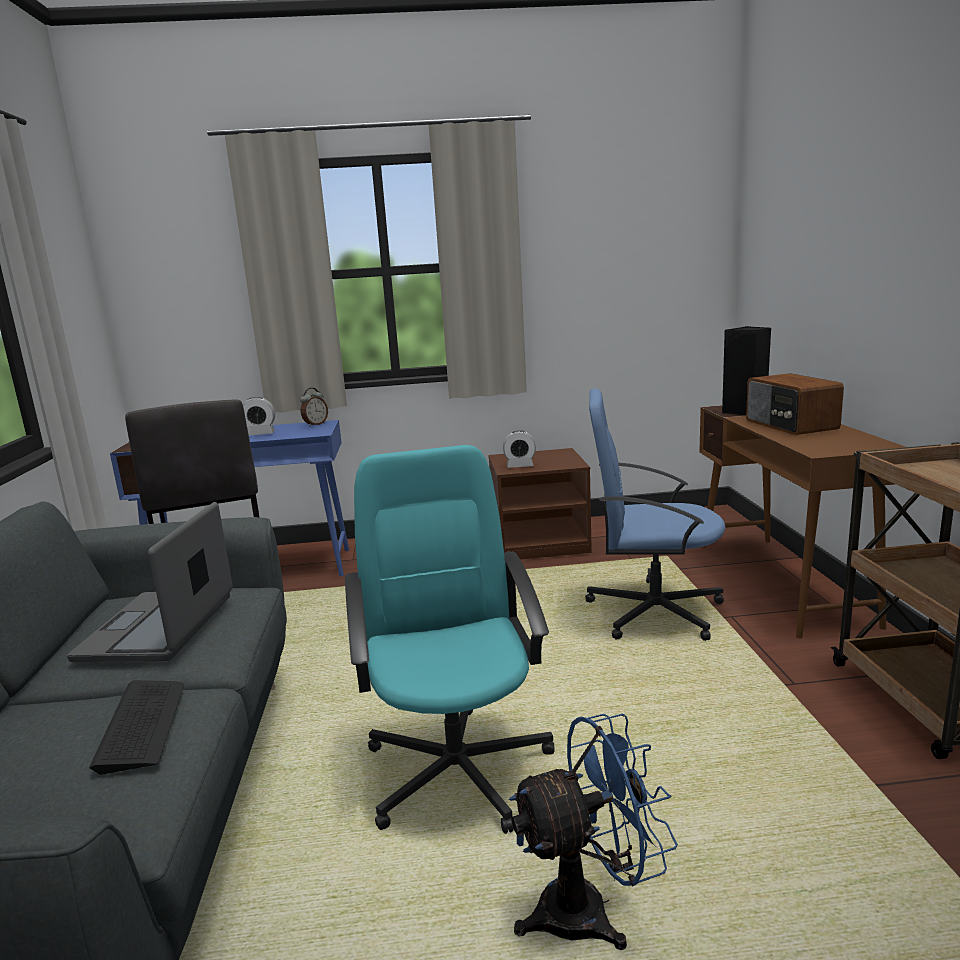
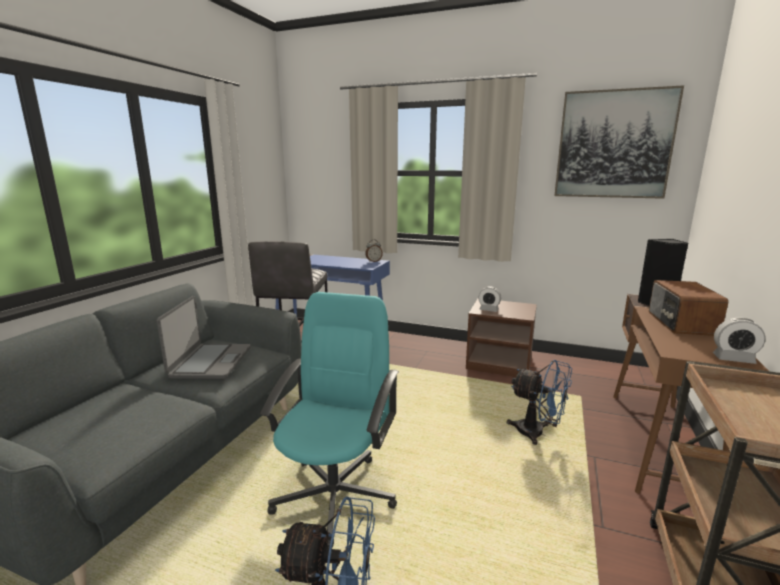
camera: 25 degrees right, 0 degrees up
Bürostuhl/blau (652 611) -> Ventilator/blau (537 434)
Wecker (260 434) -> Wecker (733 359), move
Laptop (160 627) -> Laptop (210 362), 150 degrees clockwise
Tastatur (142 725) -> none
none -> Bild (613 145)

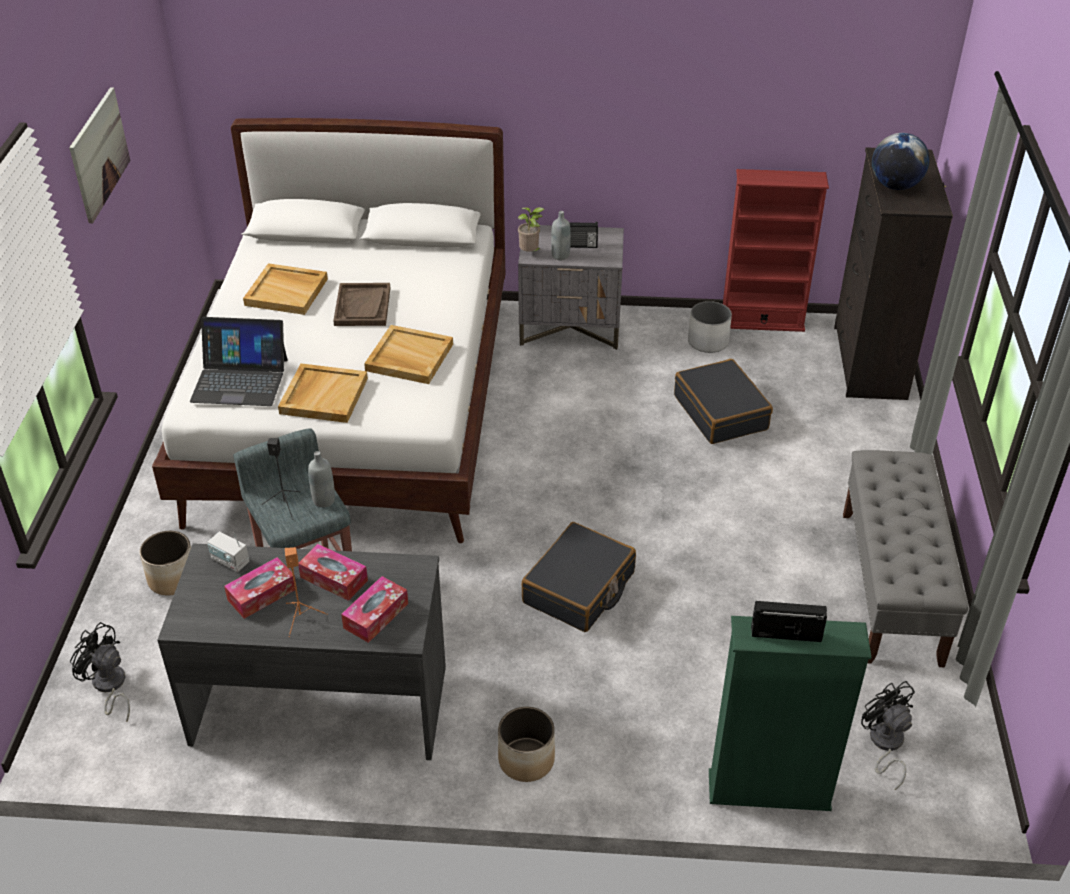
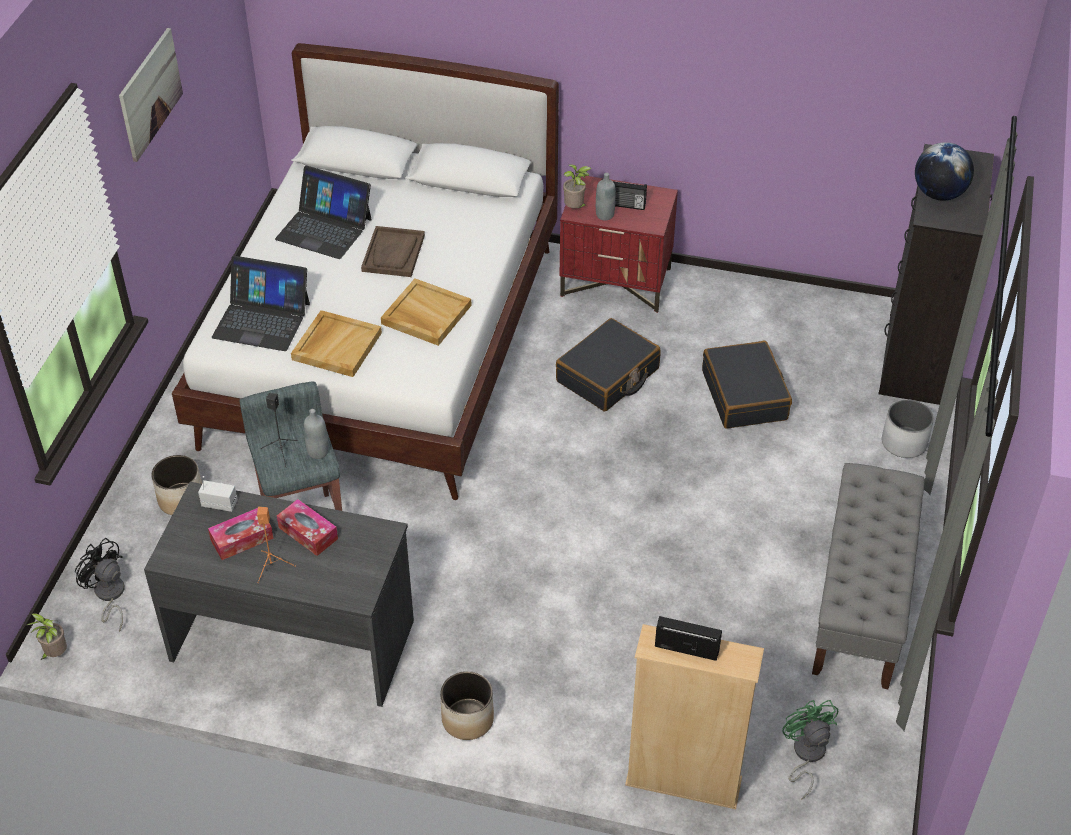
camera: 10 degrees right, 5 degrees up
Bücherregal/rot (762 321) -> none
Nachttisch/grau (571 328) -> Nachttisch/rot (616 282)
Tablett/beige (287 292) -> Laptop (324 228)
Pflanzkübel/weiß (708 342) -> Pflanzkübel/weiß (904 443), move
Koffer/schwarz (579 588) -> Koffer/schwarz (608 376), move
Radio (230 561) -> Radio (219 504), 150 degrees clockwise
Taschentuchbox (376 616) -> none
Bücherregal/grün (769 791) -> Bücherregal/beige (683 782)
Ventilator/schwarz (884 744) -> Ventilator/grün (806 755)
none -> Topfpflanze (55 654)

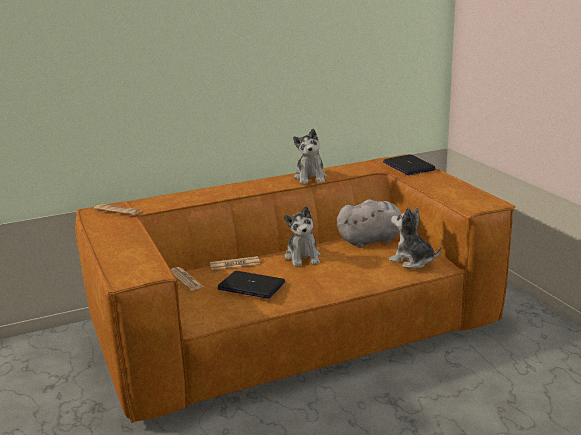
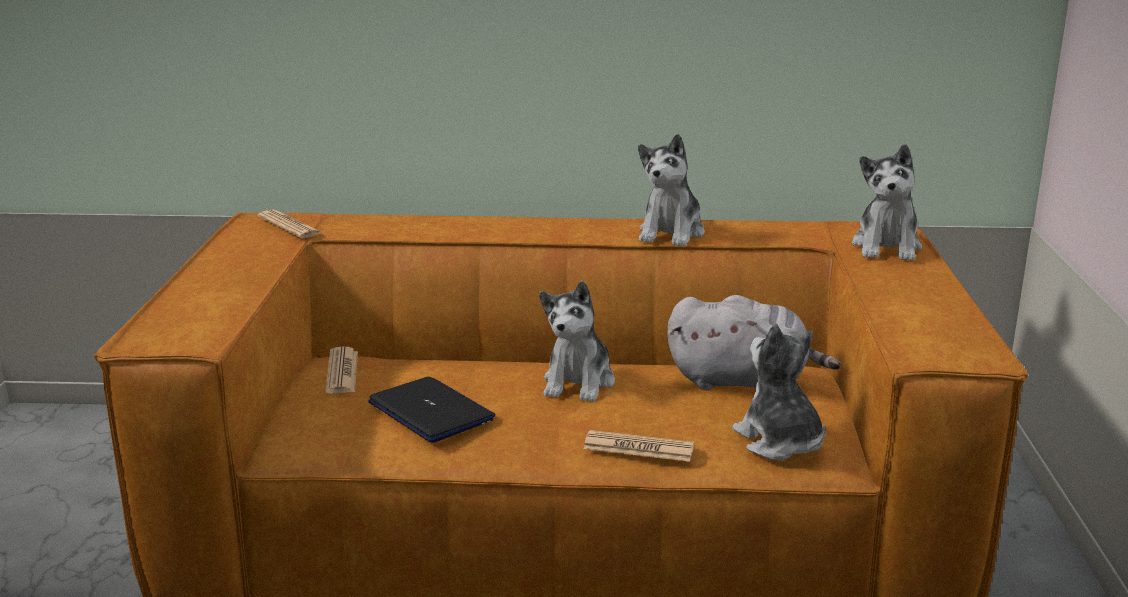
camera: 25 degrees right, 0 degrees up
Laptop (408 166) -> Plüschtier (887 247)
Zeitung (235 264) -> Zeitung (638 447), move

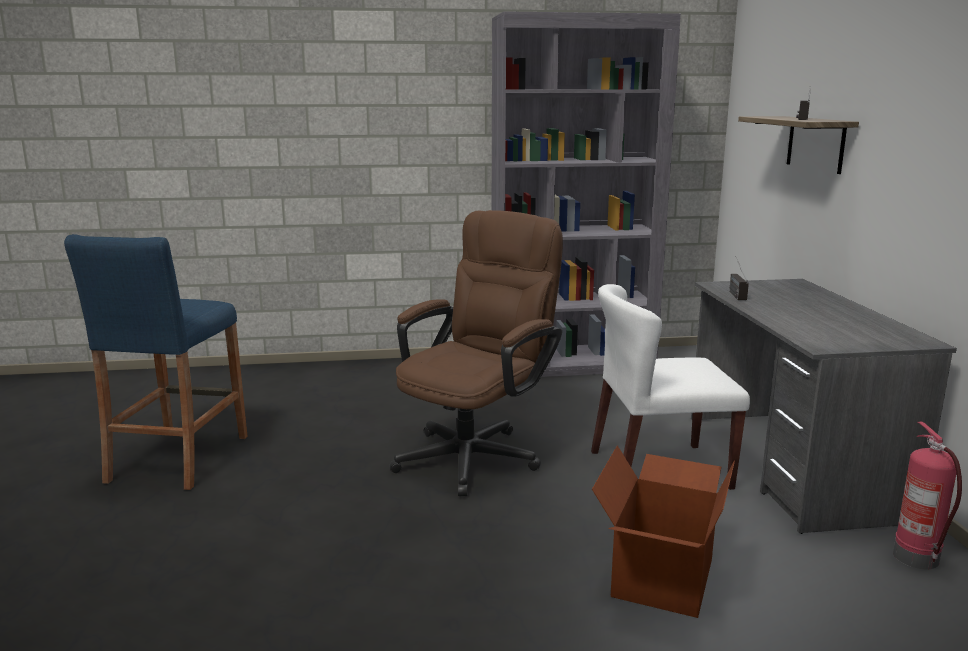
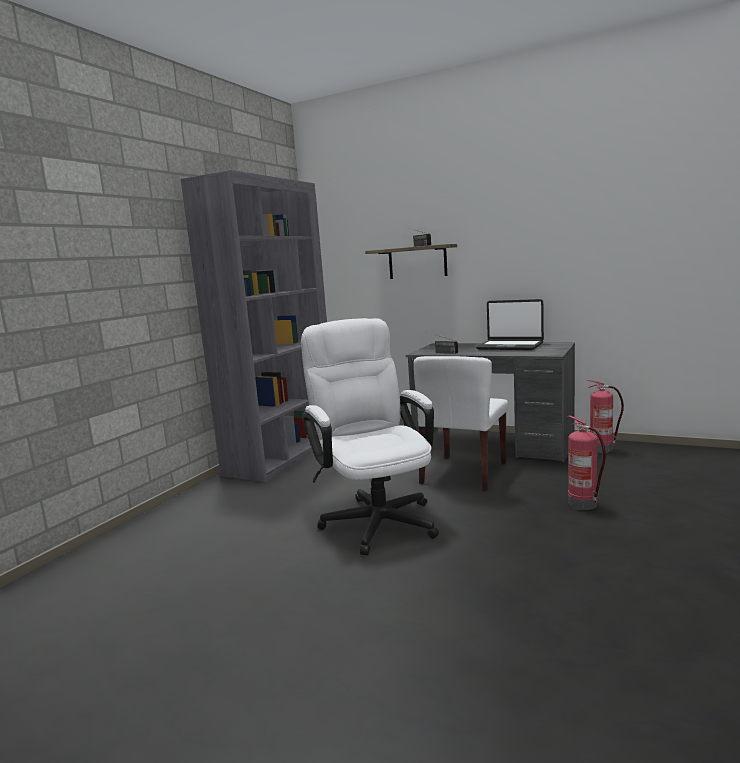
camera: 55 degrees left, 5 degrees down
Bürostuhl/braun (476 453) -> Bürostuhl/weiß (375 518)
Hocker/blau (178 458) -> none
Karton (660 577) -> Feuerlöscher (584 504)
none -> Laptop (510 346)

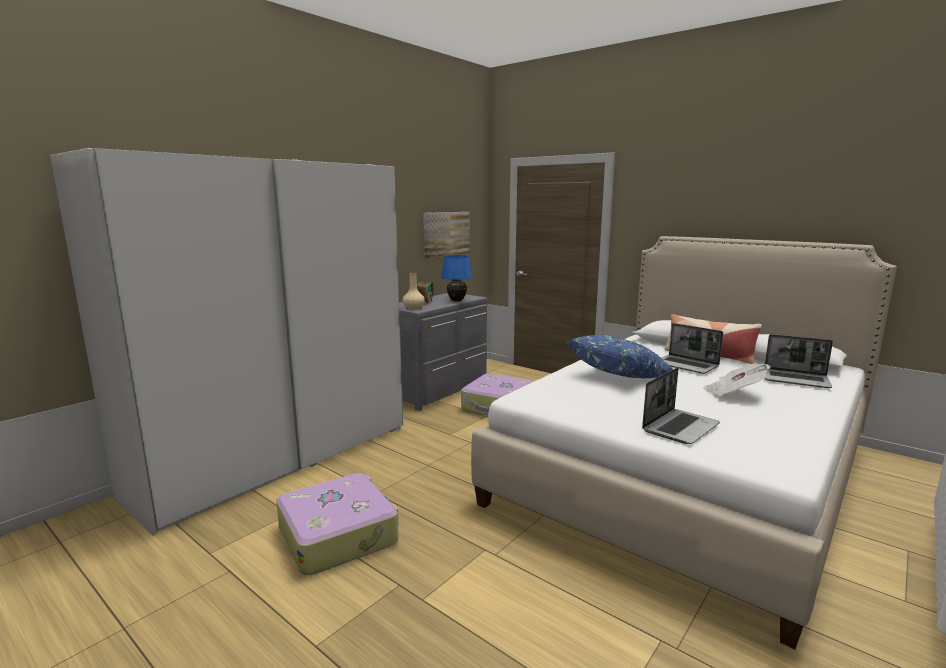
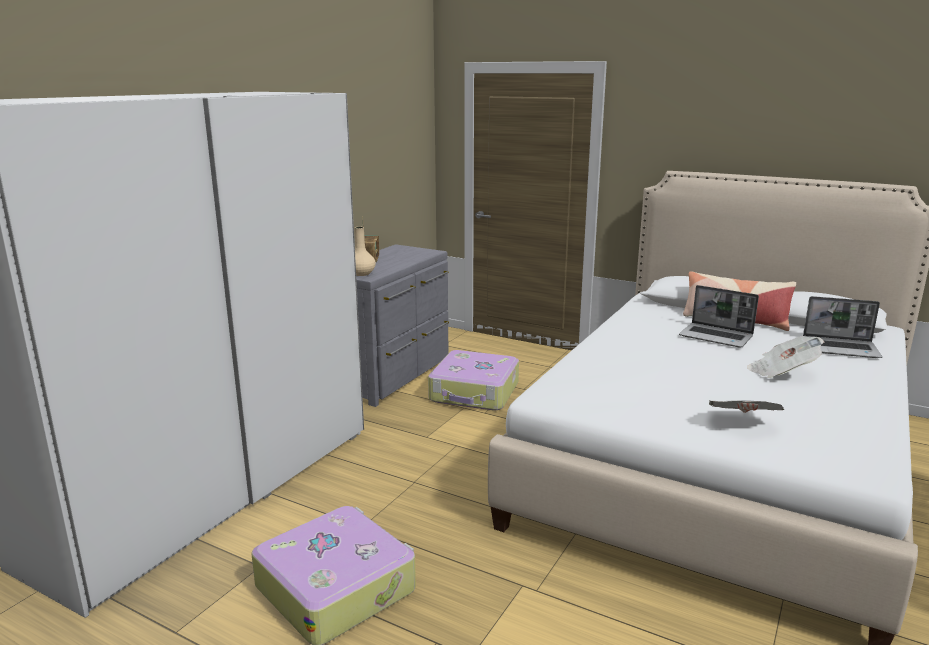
camera: 10 degrees left, 5 degrees up
Bild (446 234) -> none
Tischlampe/blau (456 301) -> none
Kissen/blau (621 376) -> none
Laptop (680 427) -> Zeitung (742 423)

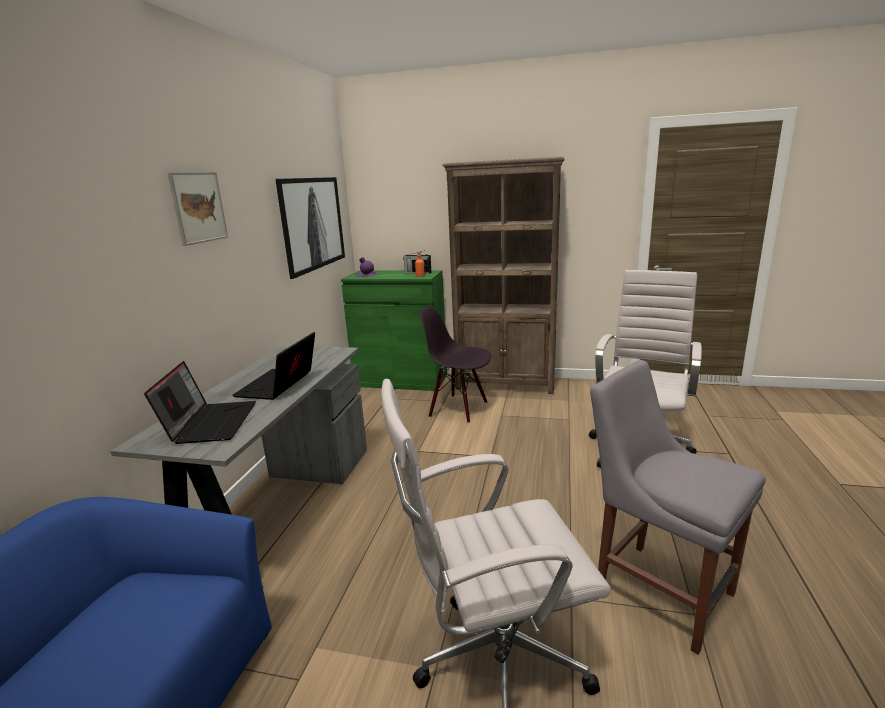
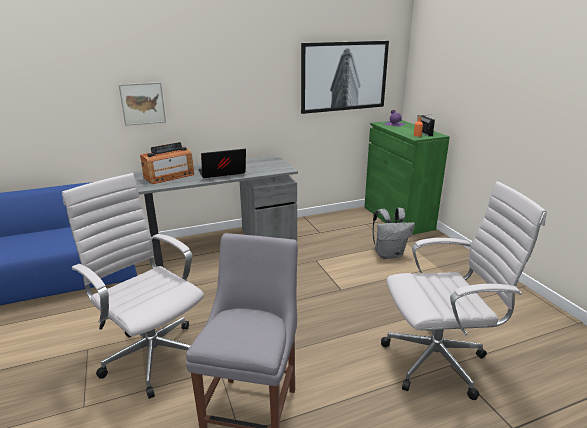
camera: 55 degrees right, 5 degrees up
Bücherregal/braun (506 384) -> none
Bild (198 207) -> Bild (143 103), move
Stuhl/schwarz (459 409) -> Rucksack/grau (389 254)
Laptop (210 423) -> Radio (169 176)

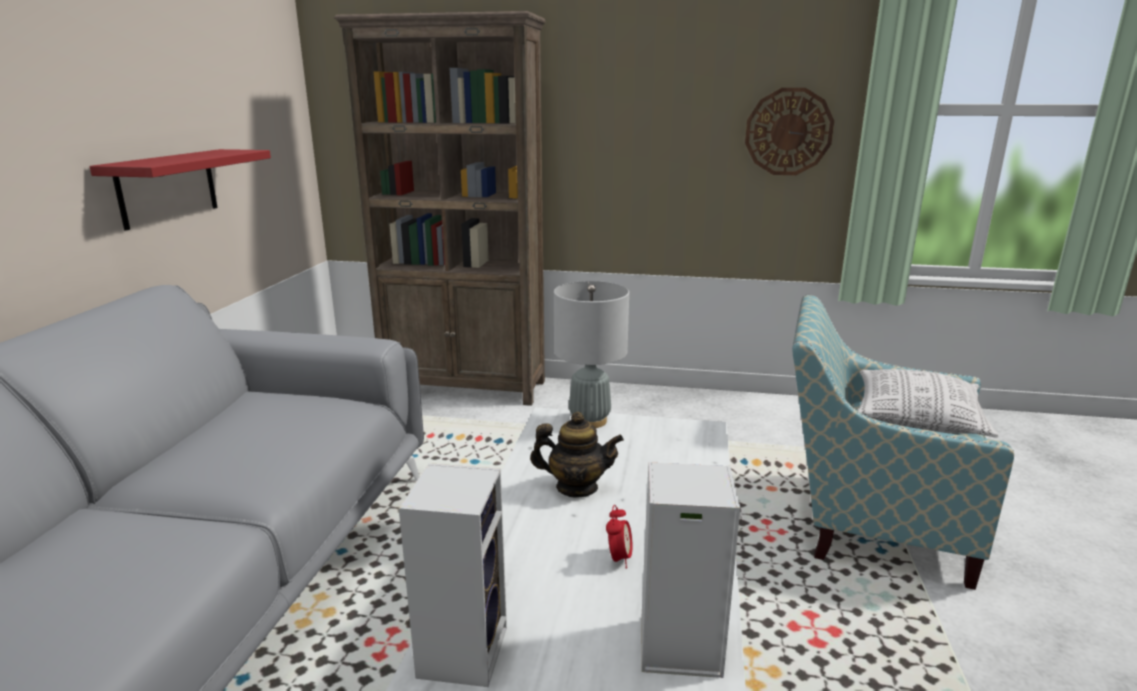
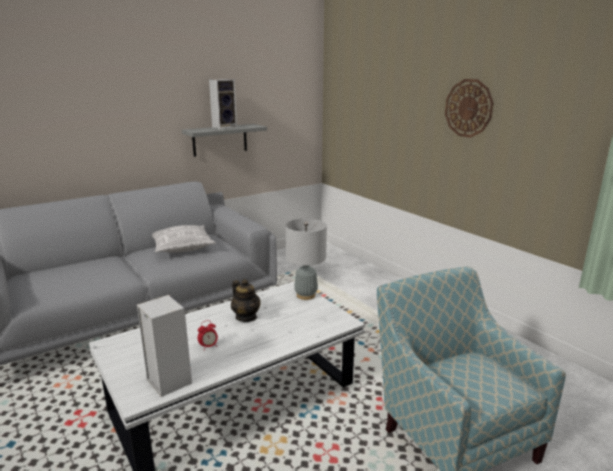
camera: 45 degrees right, 0 degrees up
Bücherregal/braun (465 387) -> none
Wanduhr (788 132) -> Wanduhr (468 108), move
Wandregal/rot (168 187) -> Wandregal/grau (220 140)
Kissen (916 419) -> Kissen (182 247), move
Lautsprecher (462 649) -> Lautsprecher (225 127), move

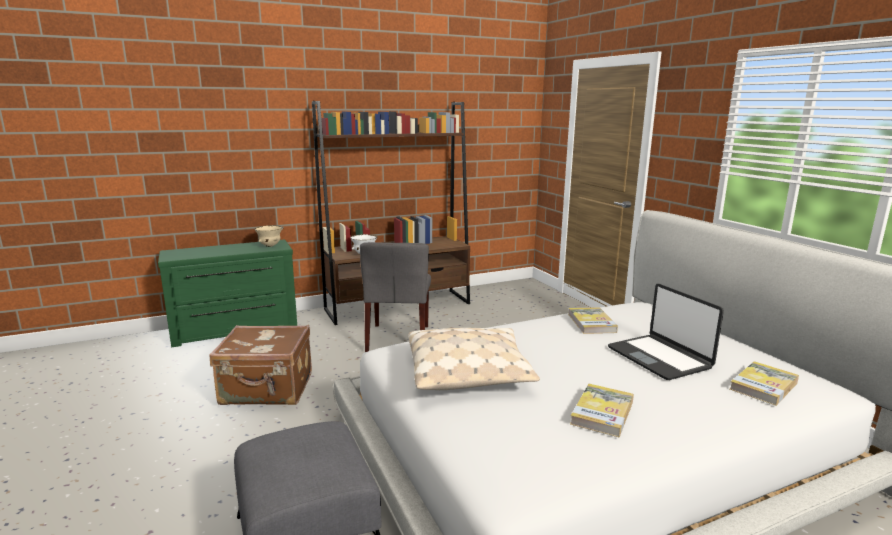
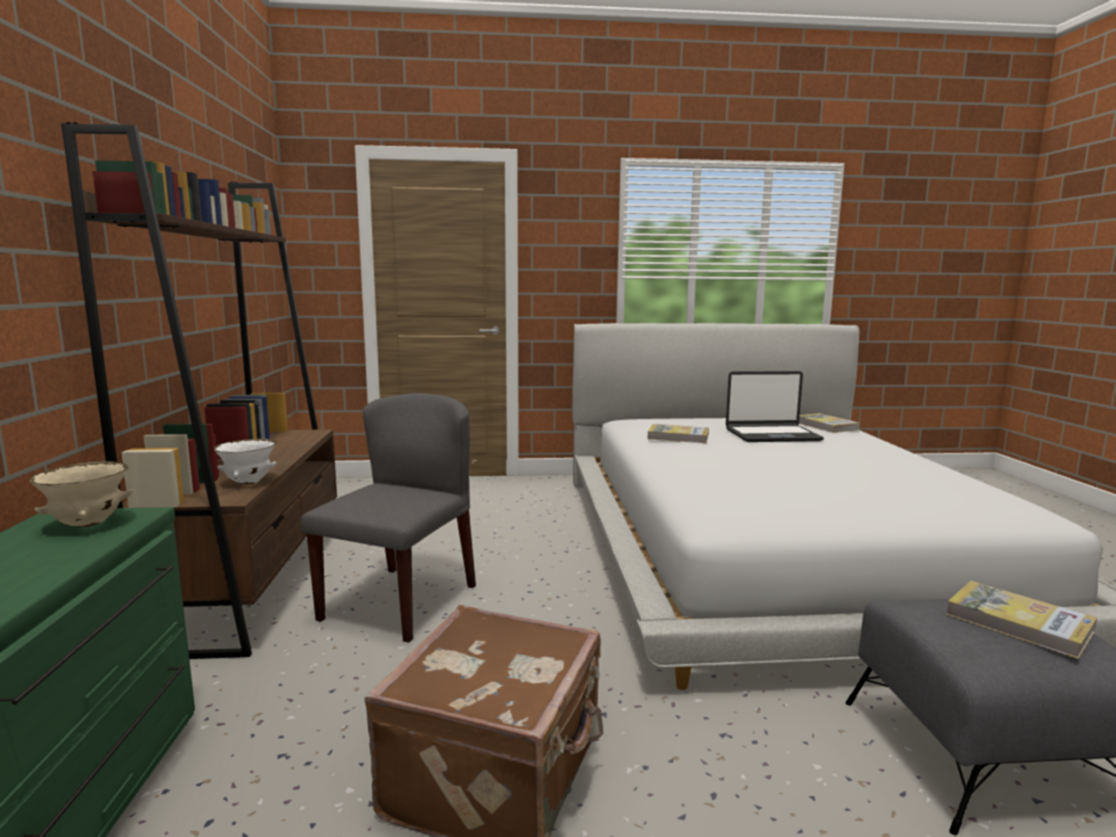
camera: 70 degrees left, 5 degrees down
Stuhl/grau (398 338) -> Stuhl/grau (400 601), 90 degrees counterclockwise
Kissen/beige (469 372) -> none
Buch (602 412) -> Buch (1018 623), move

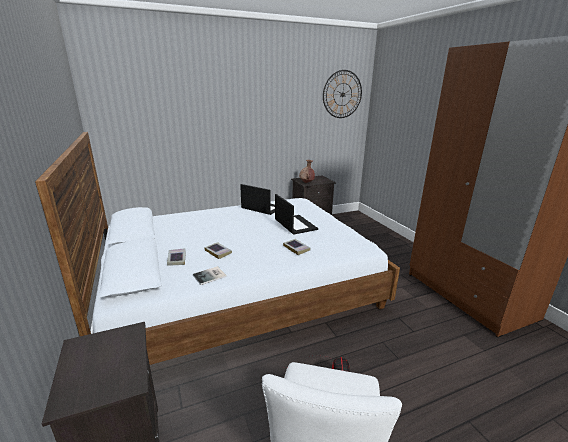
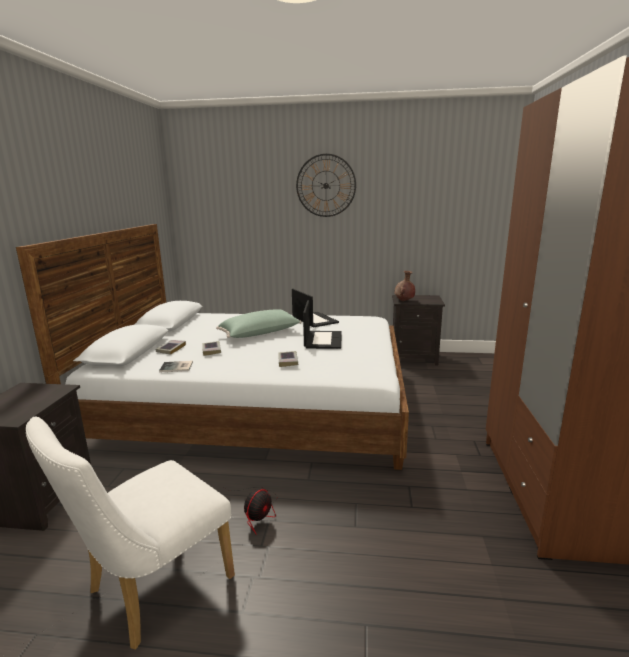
camera: 30 degrees right, 5 degrees down
Wanduhr (342 94) -> Wanduhr (326 185), move
none -> Kissen/grün (260 334)

